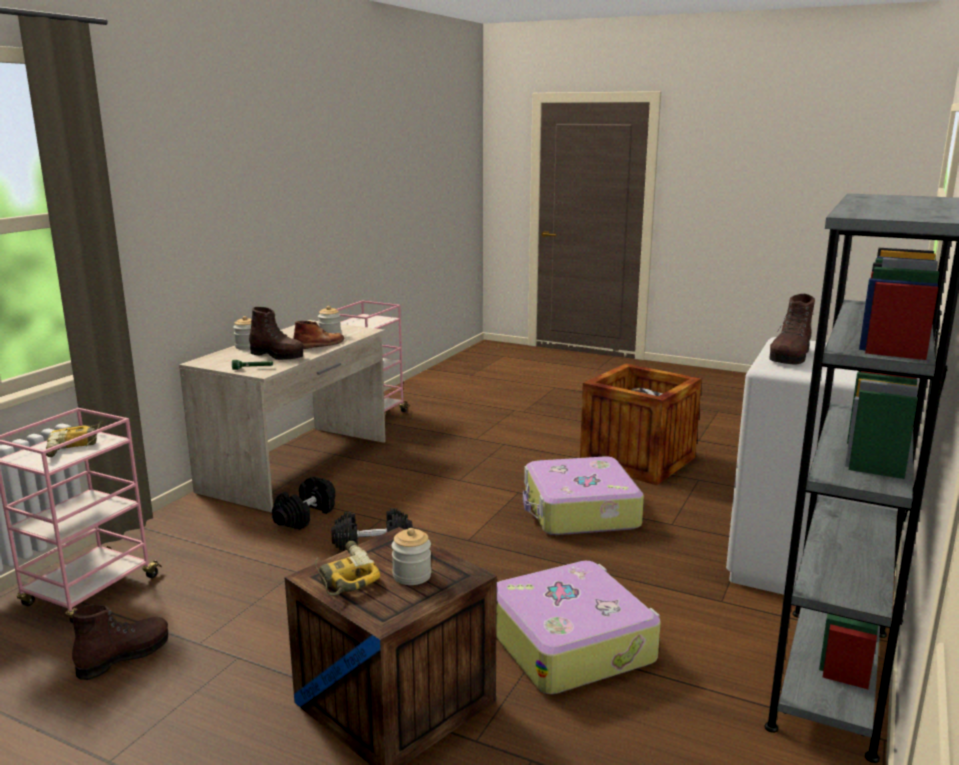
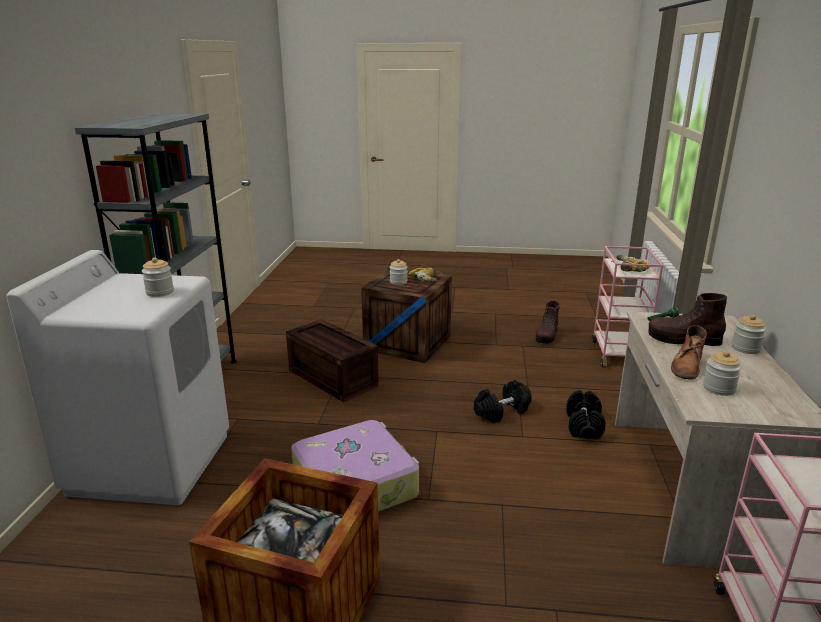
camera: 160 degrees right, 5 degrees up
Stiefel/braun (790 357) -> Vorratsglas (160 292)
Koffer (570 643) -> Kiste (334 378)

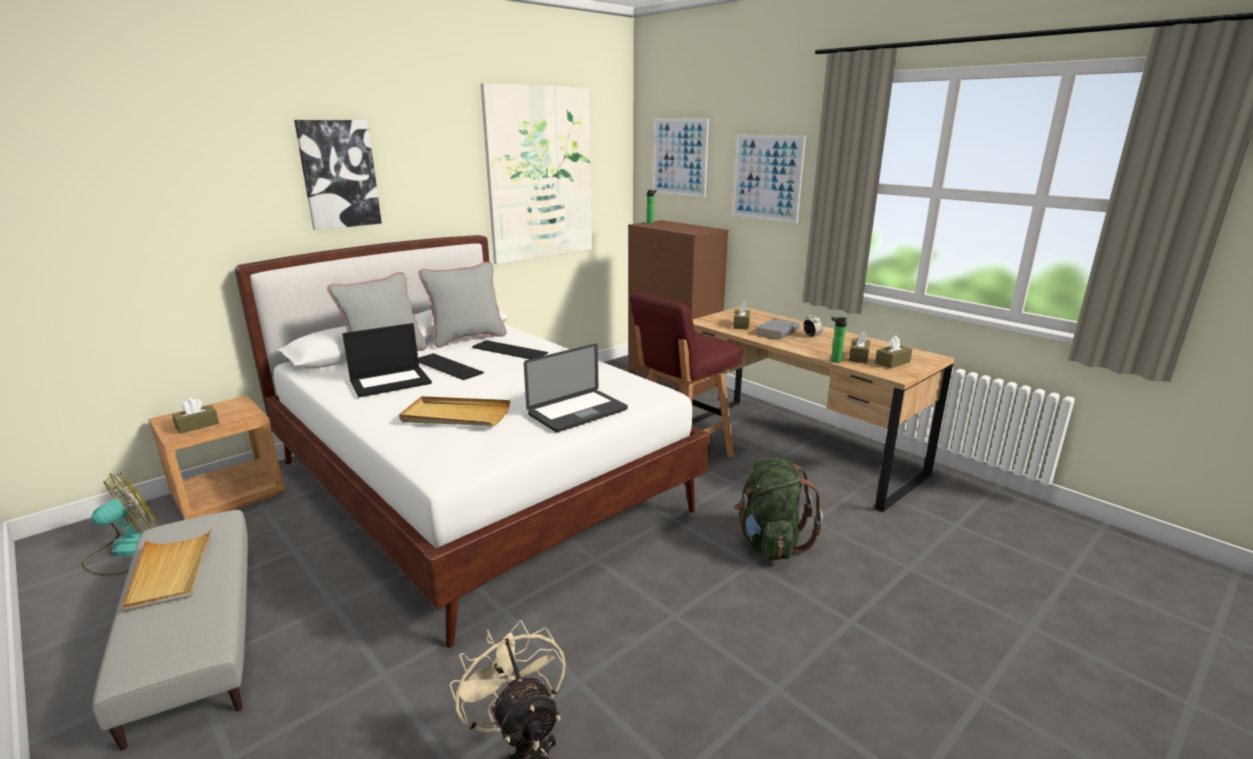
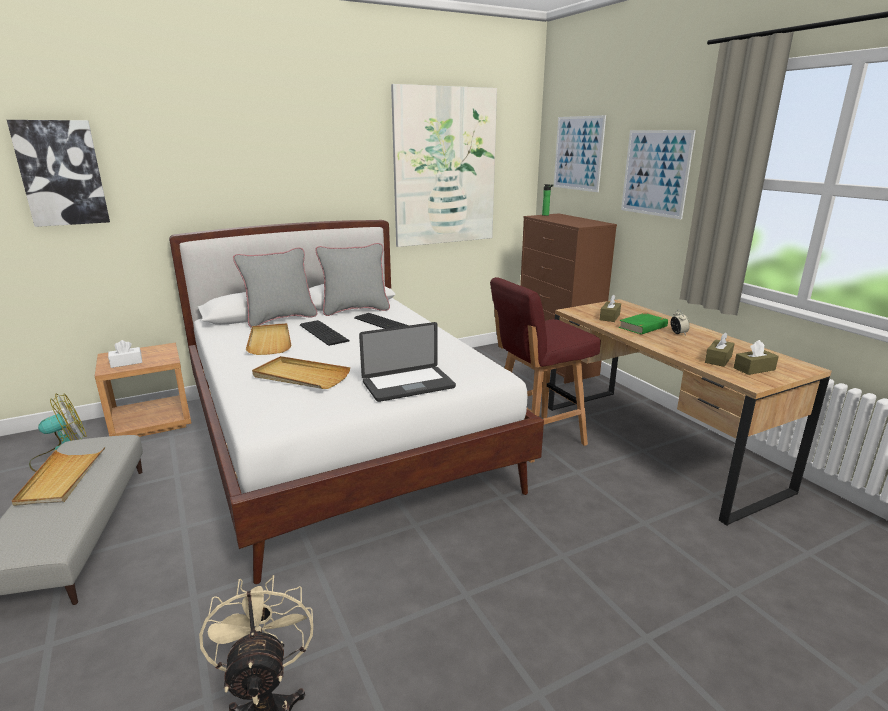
camera: 15 degrees right, 0 degrees up
Bild (339 174) -> Bild (61 173), move
Flasche (834 360) -> none
Buch/grau (777 332) -> Buch/grün (643 327)
Laptop (391 381) -> Tablett/beige (270 341)
Taschentuchbox/braun (197 425) -> Taschentuchbox/weiß (126 363)
Rucksack/grün (770 543) -> none

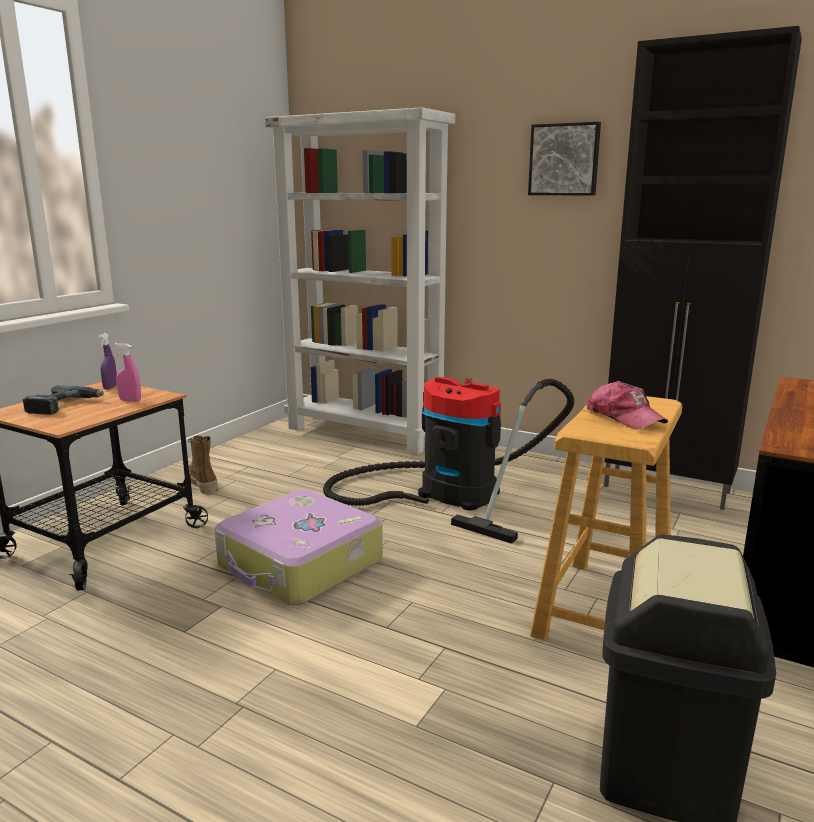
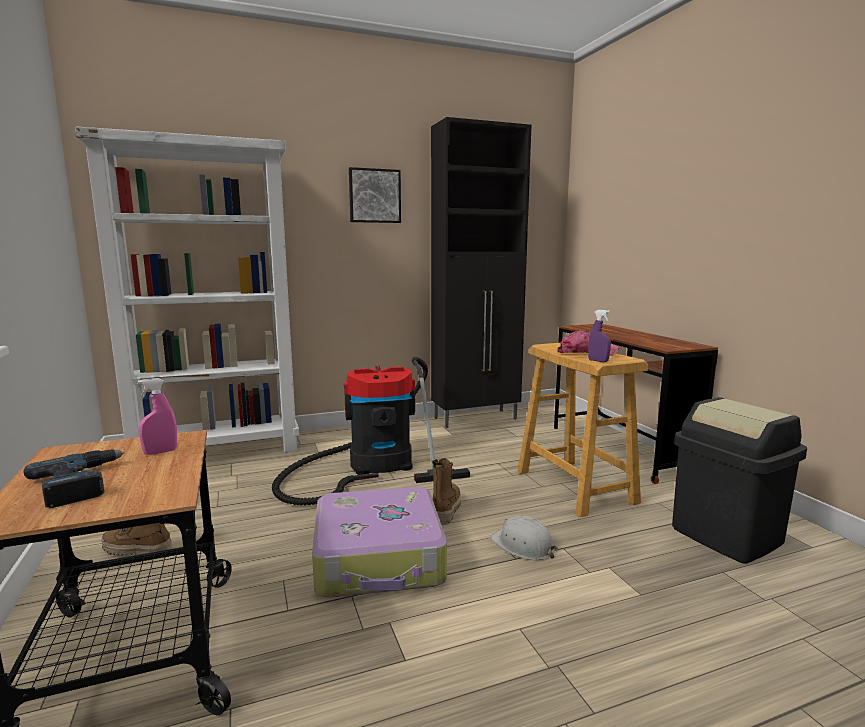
camera: 50 degrees left, 5 degrees down
Sprühflasche/lila (110 387) -> Sprühflasche/lila (598 361), move
none -> Stiefel (445 510)
none -> Schutzhelm/weiß (523 545)

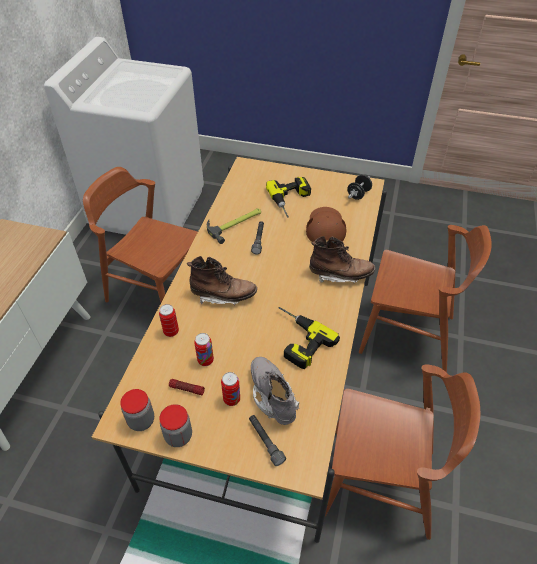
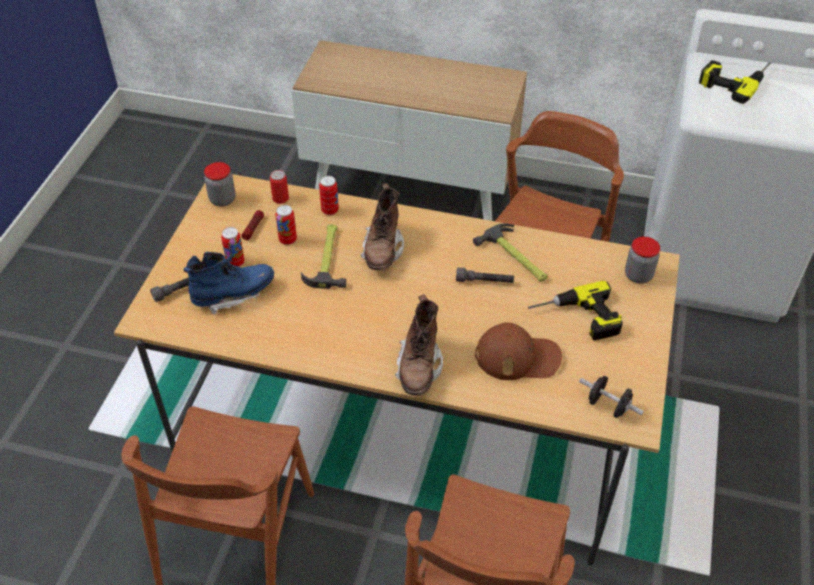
camera: 90 degrees right, 0 degrees up
Bohrmaschine (296 339) -> Bohrmaschine (734 79), move
Stiefel/grau (273 396) -> Stiefel/blau (233 295)
Vorratsglas (178 436) -> Vorratsglas (638 275), move
none -> Dose (280 198)
none -> Hammer (327 257)

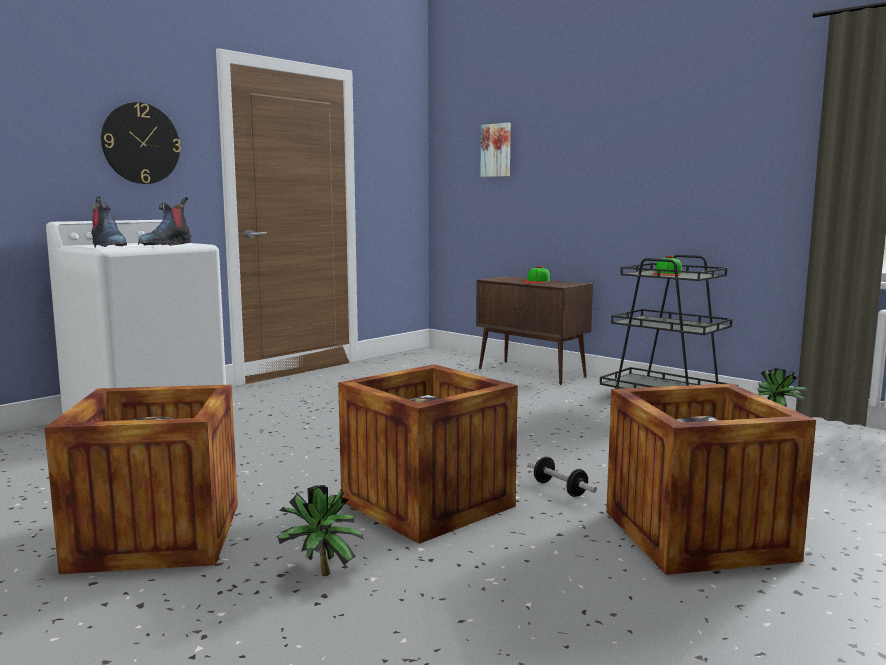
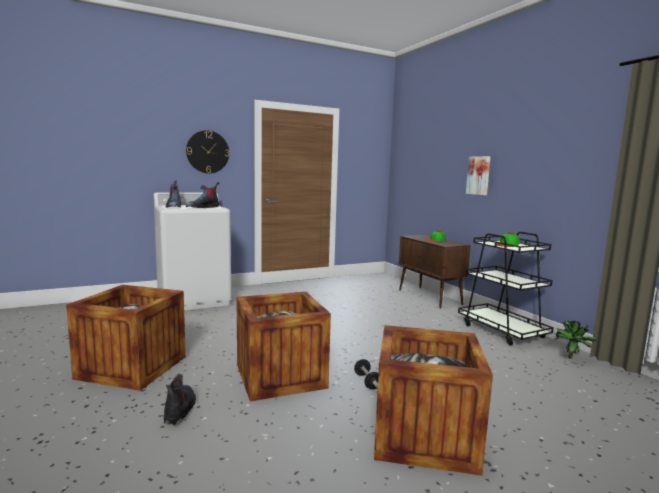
camera: 20 degrees right, 0 degrees up
Bild (496 150) -> Bild (479 175), move
Topfpflanze (318 575) -> Stiefel (180 409)

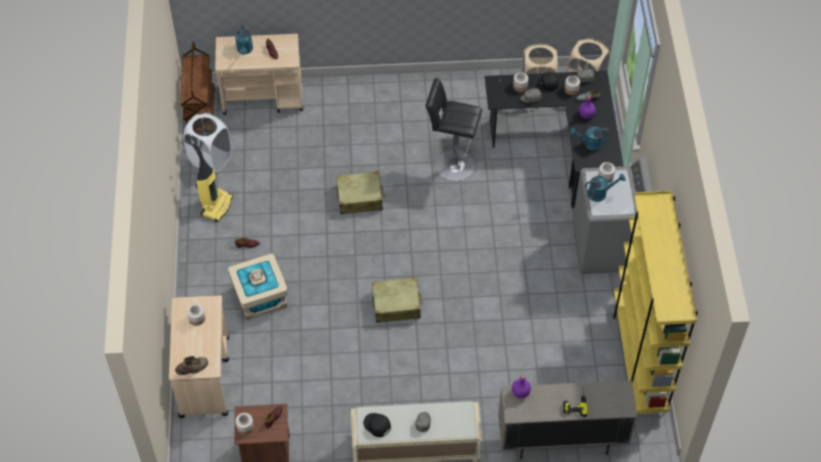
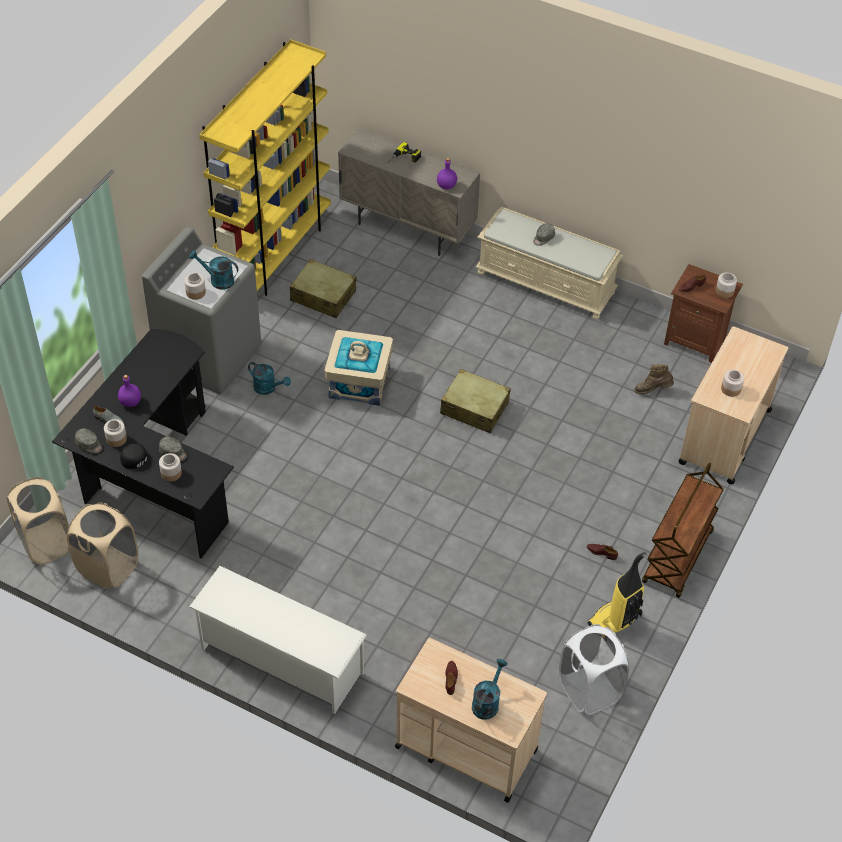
camera: 150 degrees left, 5 degrees down
Rollwagen/braun (200 113) -> Rollwagen/braun (678 558), move
Hocker/schwarz (451 165) -> none
Gießkanne/türkis (589 144) -> Gießkanne/türkis (268 388), move
Koffer/beige (360 198) -> Koffer/beige (323 296), move
Aufbewahrungsbox/beige (260 297) -> Aufbewahrungsbox/beige (359 382), move
Stiefel/braun (193 370) -> Stiefel/braun (652 390), move
Kappe/schwarz (376 425) -> none
none -> Schuhregal/weiß (280 660)

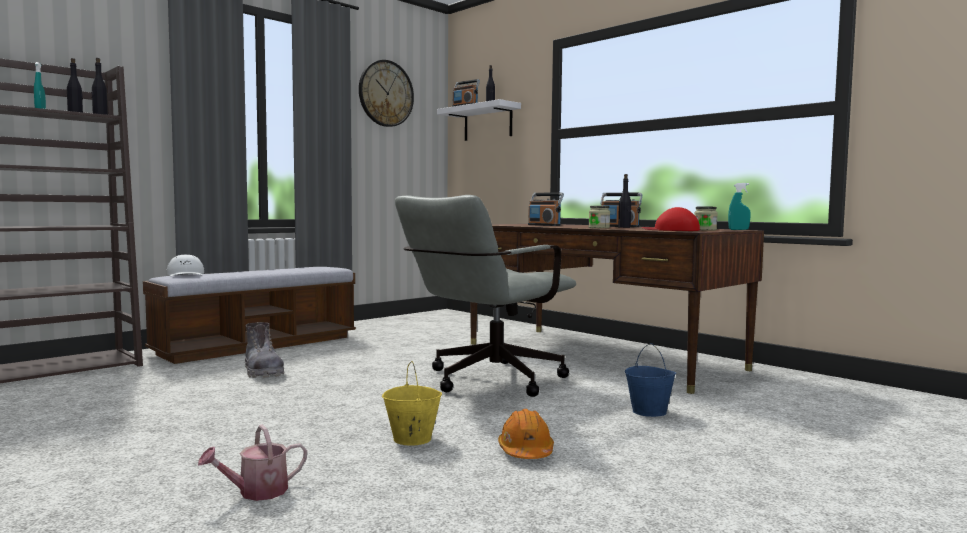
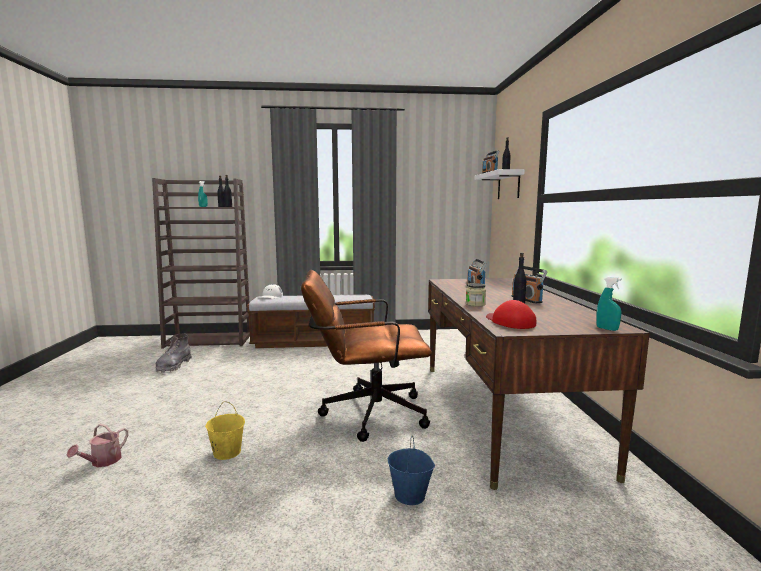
camera: 40 degrees right, 5 degrees up
Wanduhr (386 93) -> none
Bürostuhl/grau (485 381) -> Bürostuhl/braun (365 413)
Vorratsglas (705 230) -> none
Stiefel/grau (263 372) -> Stiefel/grau (174 366), move
Schutzhelm/orange (526 451) -> none
Gießkanne (256 492) -> Gießkanne (102 462), 75 degrees counterclockwise

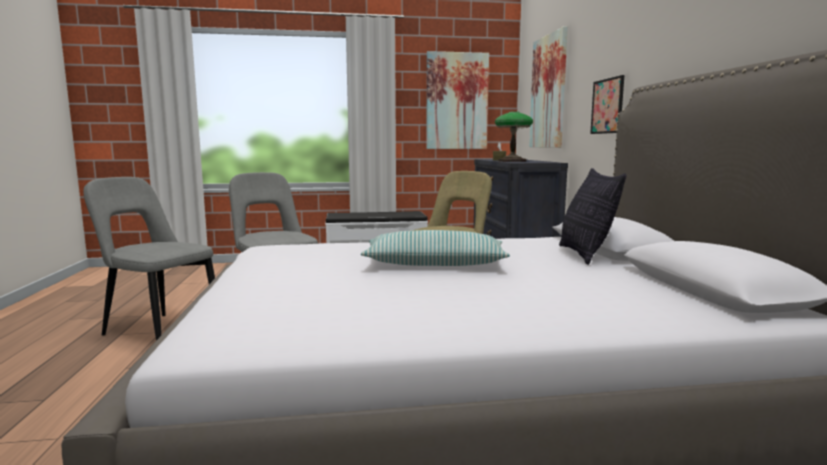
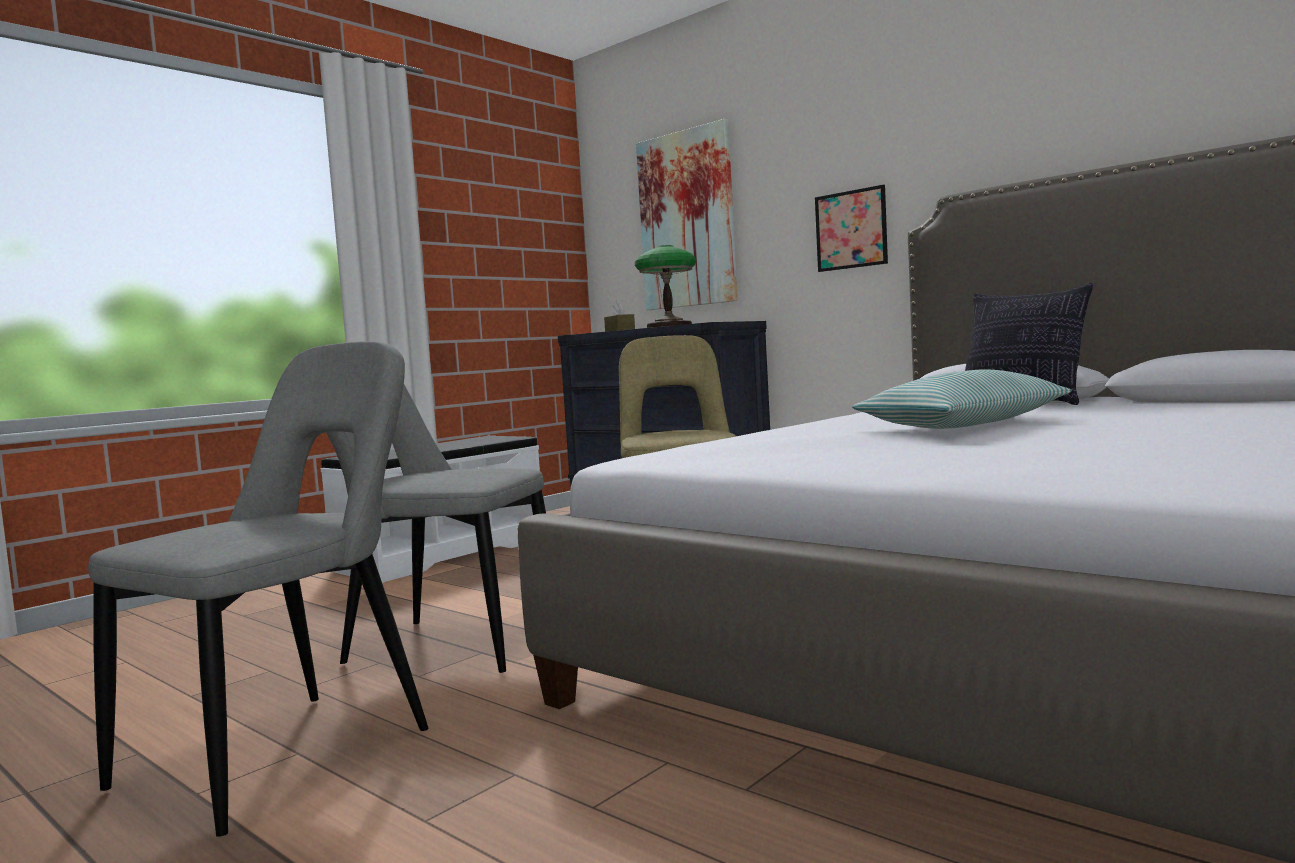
camera: 40 degrees left, 5 degrees down
Bild (457 101) -> none
Stuhl/grau (159 331) -> Stuhl/grau (289 753), 135 degrees clockwise

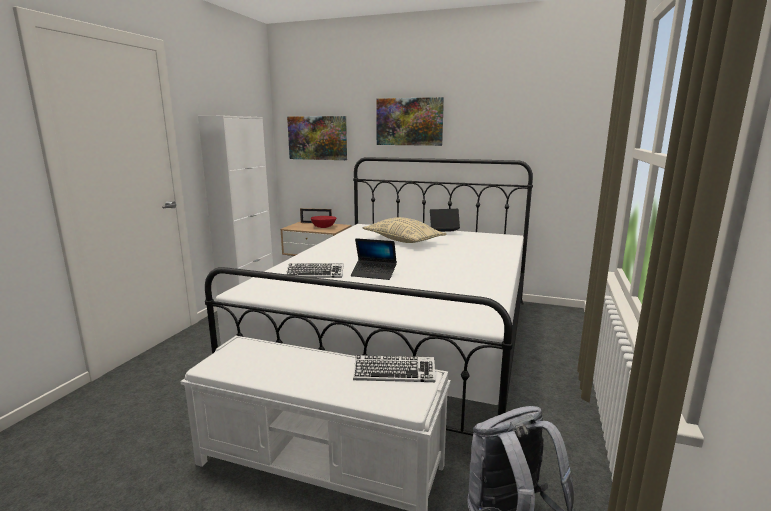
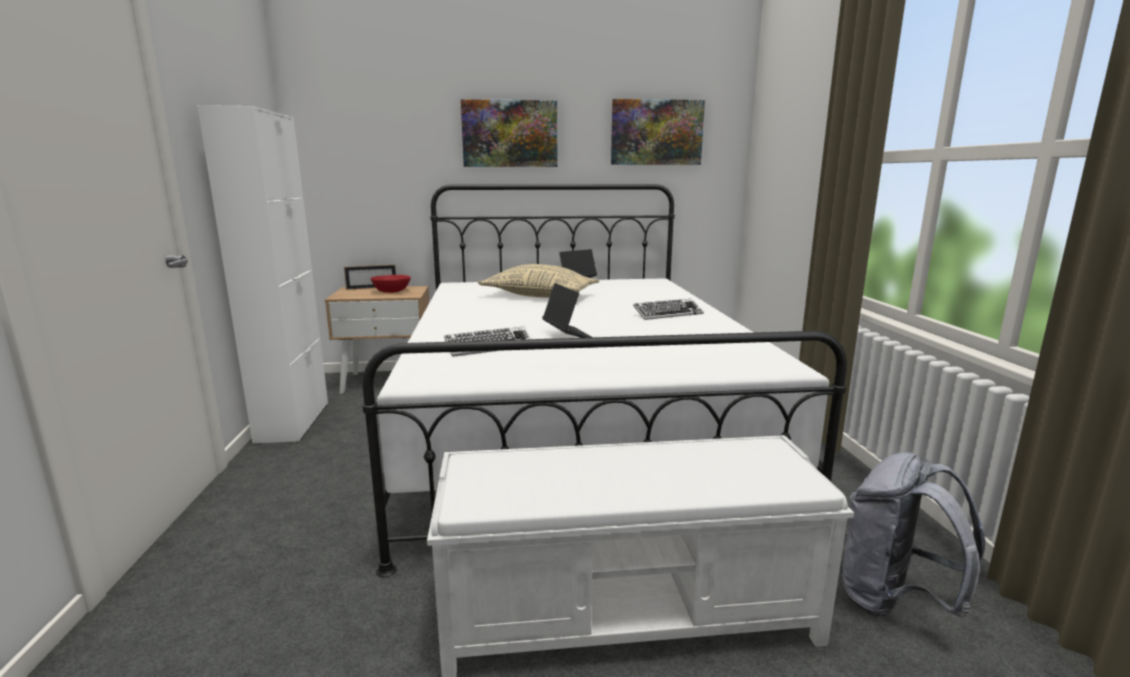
camera: 25 degrees left, 0 degrees up
Bild (317 138) -> Bild (656 132), move
Laptop (374 274) -> Laptop (569 336), 105 degrees counterclockwise
Tastatur (394 373) -> Tastatur (668 314), move

